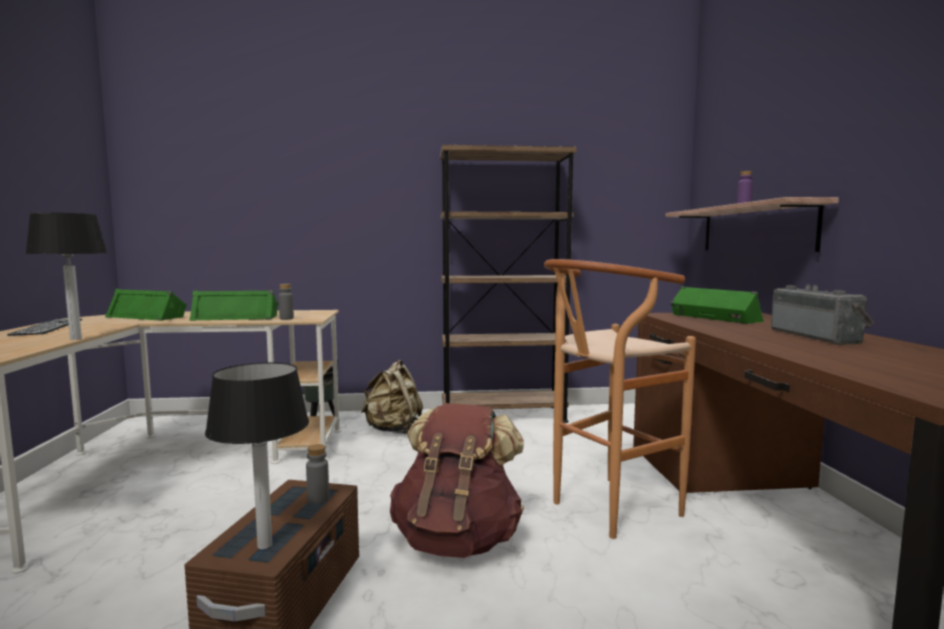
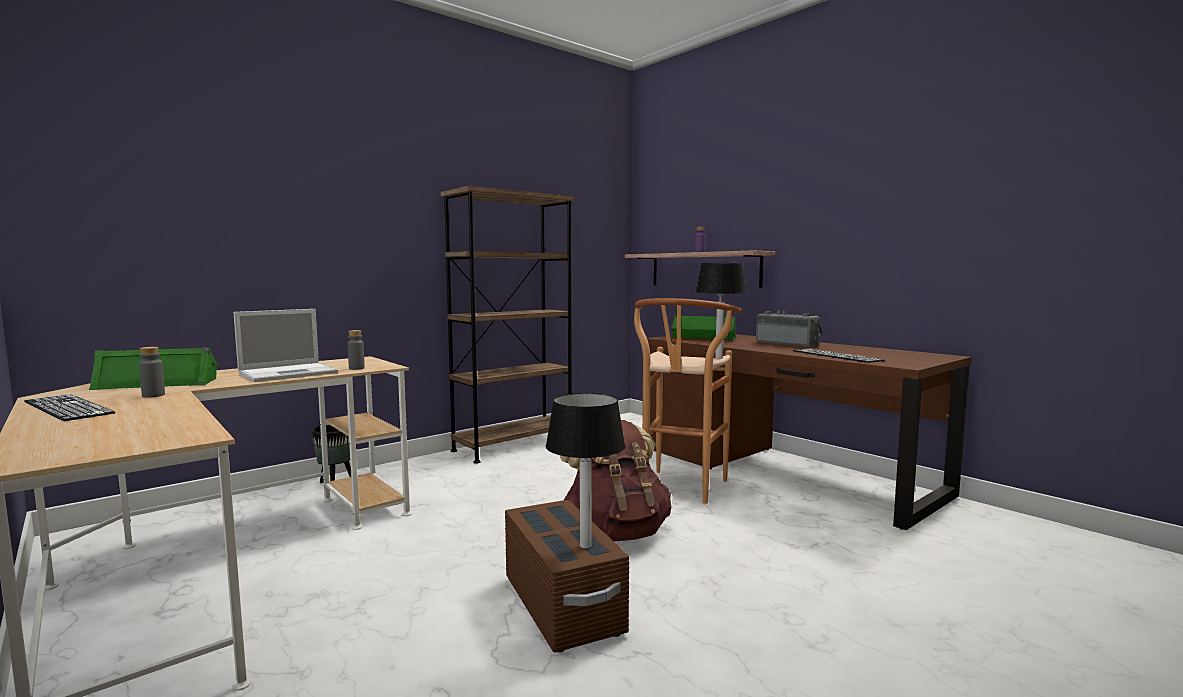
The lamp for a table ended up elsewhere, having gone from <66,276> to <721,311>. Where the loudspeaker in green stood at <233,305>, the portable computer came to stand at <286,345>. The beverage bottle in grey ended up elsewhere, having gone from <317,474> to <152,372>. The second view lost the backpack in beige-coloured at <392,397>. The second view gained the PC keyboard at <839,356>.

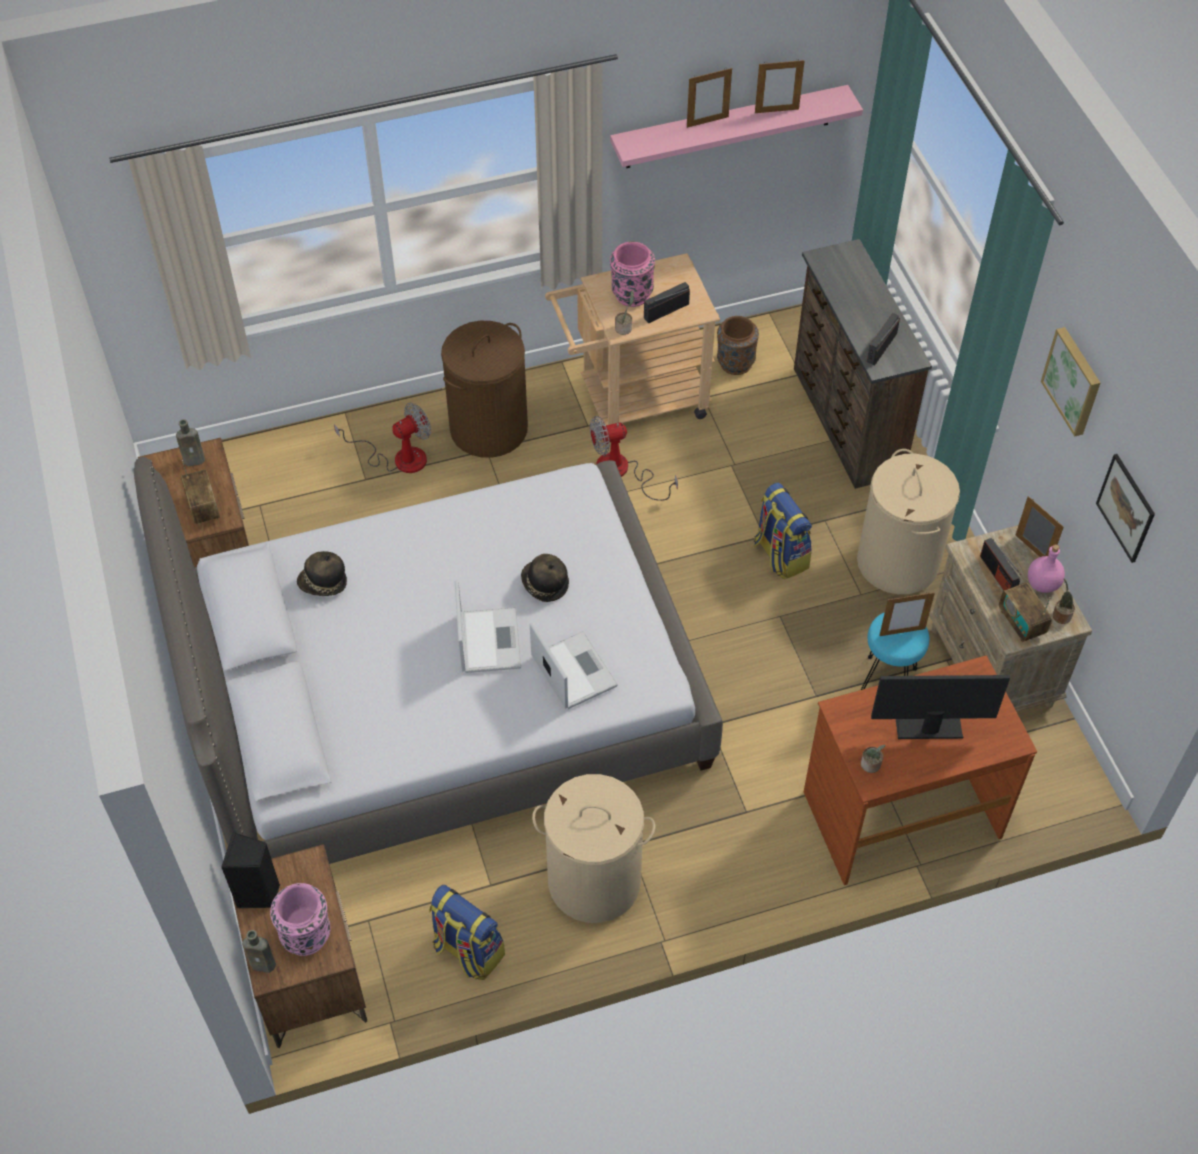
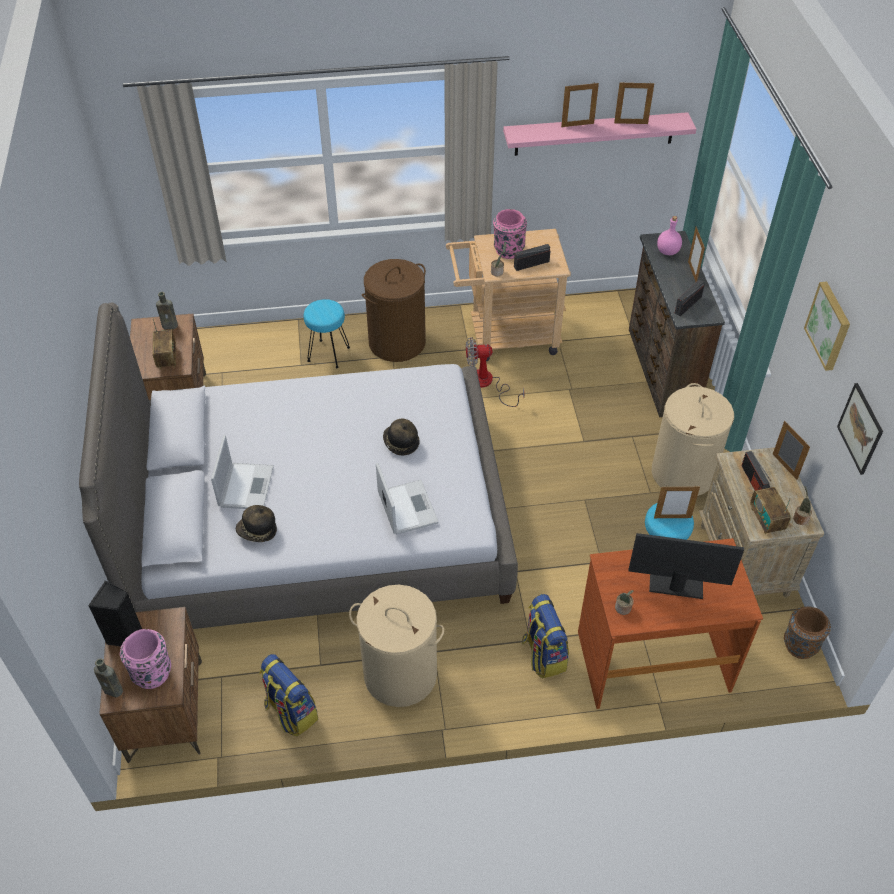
The clothing hat ended up elsewhere, having gone from <322,573> to <256,523>. Where the cooling fan stood at <382,438>, the stool in turquoise-coloured came to stand at <327,333>. The portable computer ended up elsewhere, having gone from <488,626> to <242,472>. The decorative vase in brown-coloured ended up elsewhere, having gone from <738,345> to <807,633>. The backpack ended up elsewhere, having gone from <783,531> to <545,636>. The beverage bottle in pinkish ended up elsewhere, having gone from <1046,568> to <669,235>. The second view gained the picture frame at <696,254>.

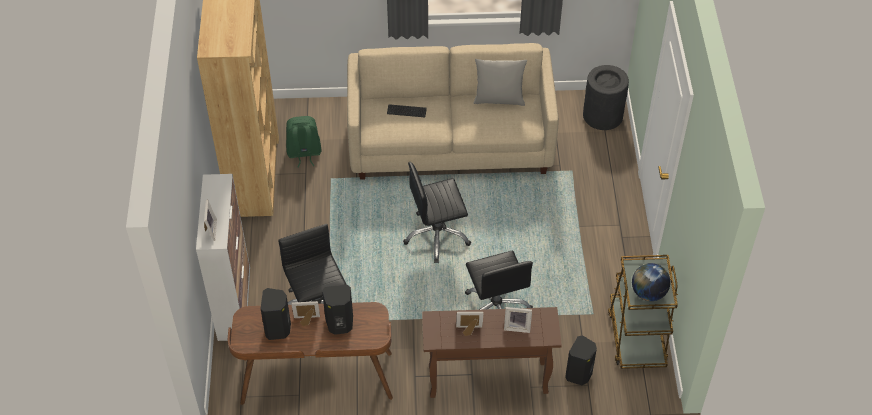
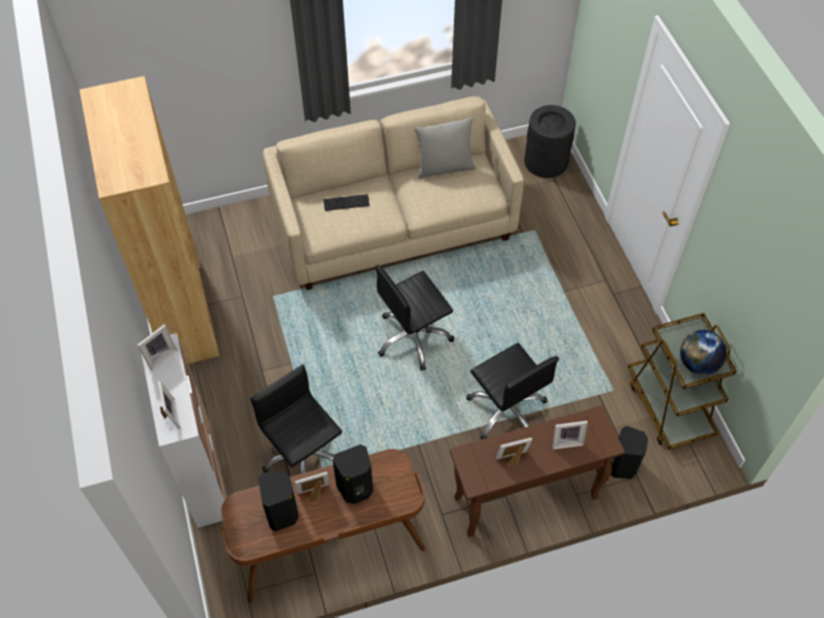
The second view lost the backpack in green at <304,142>. The second view gained the picture frame at <157,347>.

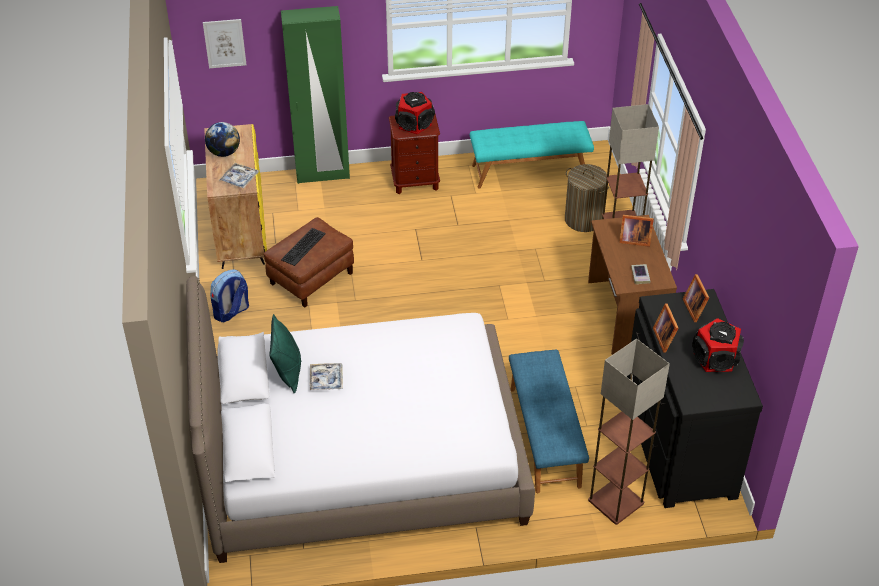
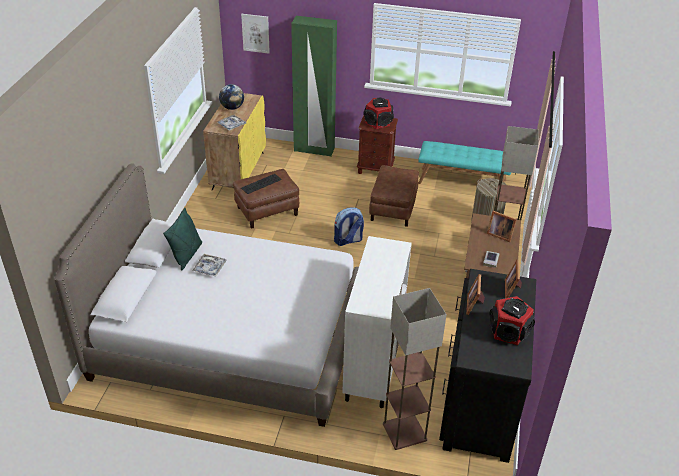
The backpack ended up elsewhere, having gone from <229,296> to <349,227>. Where the bench in blue stood at <549,421>, the cupboard in white-coloured came to stand at <377,322>. The second view gained the ottoman in brown-coloured at <394,196>.

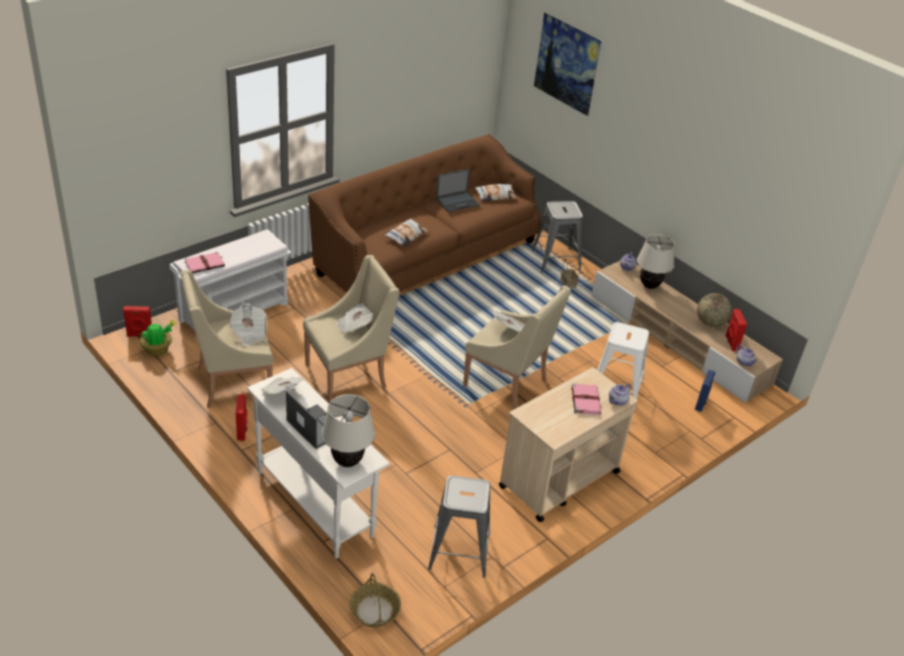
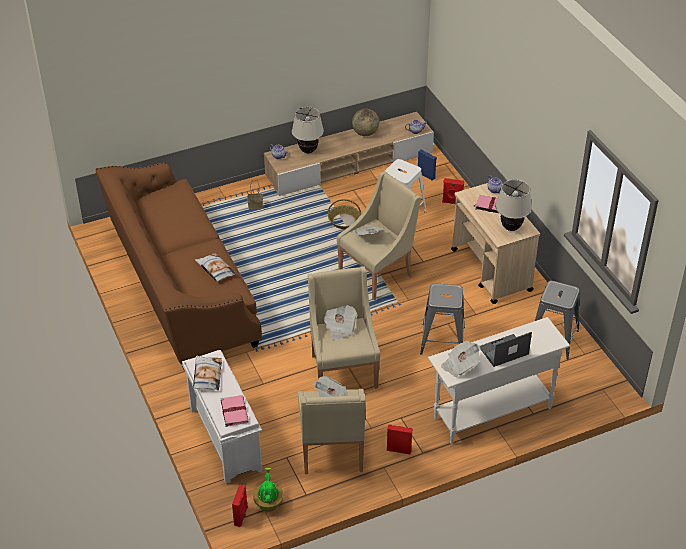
The lamp for a table in beige-coloured ended up elsewhere, having gone from <348,430> to <513,205>. The household basket ended up elsewhere, having gone from <375,600> to <344,214>. The second view lost the portable computer at <458,190>. The throw pillow ended up elsewhere, having gone from <496,192> to <207,373>. The stool in grey ended up elsewhere, having gone from <557,237> to <442,319>. The second view lost the picture at <568,64>. The loudspeaker in red ended up elsewhere, having gone from <736,330> to <453,191>.

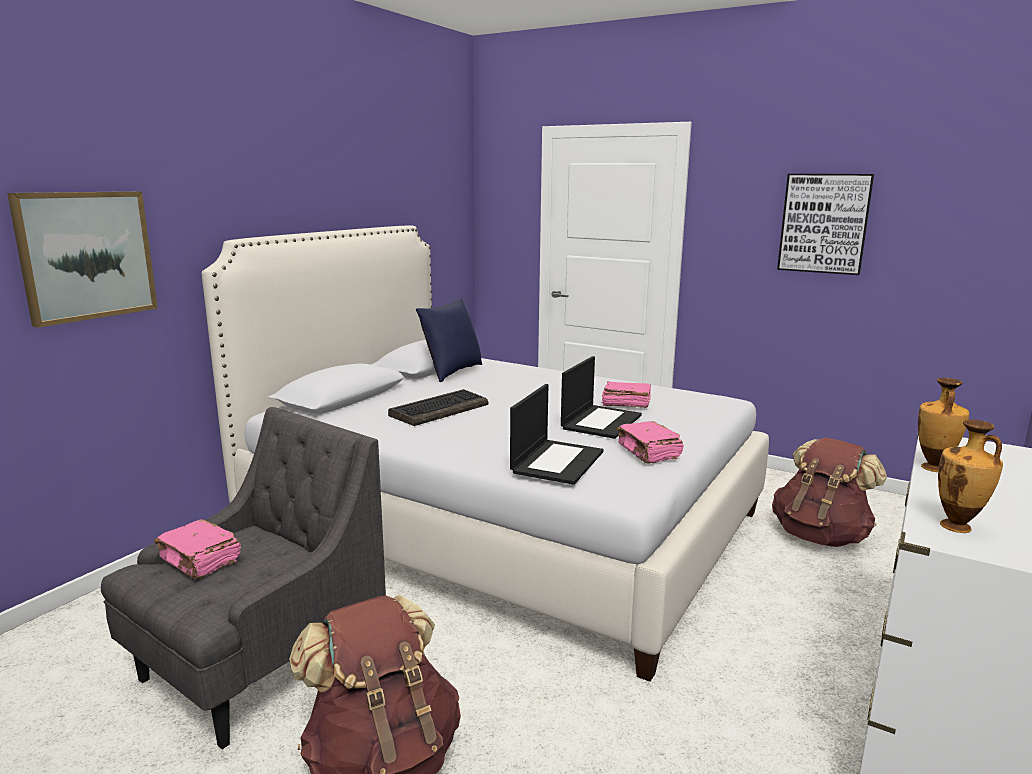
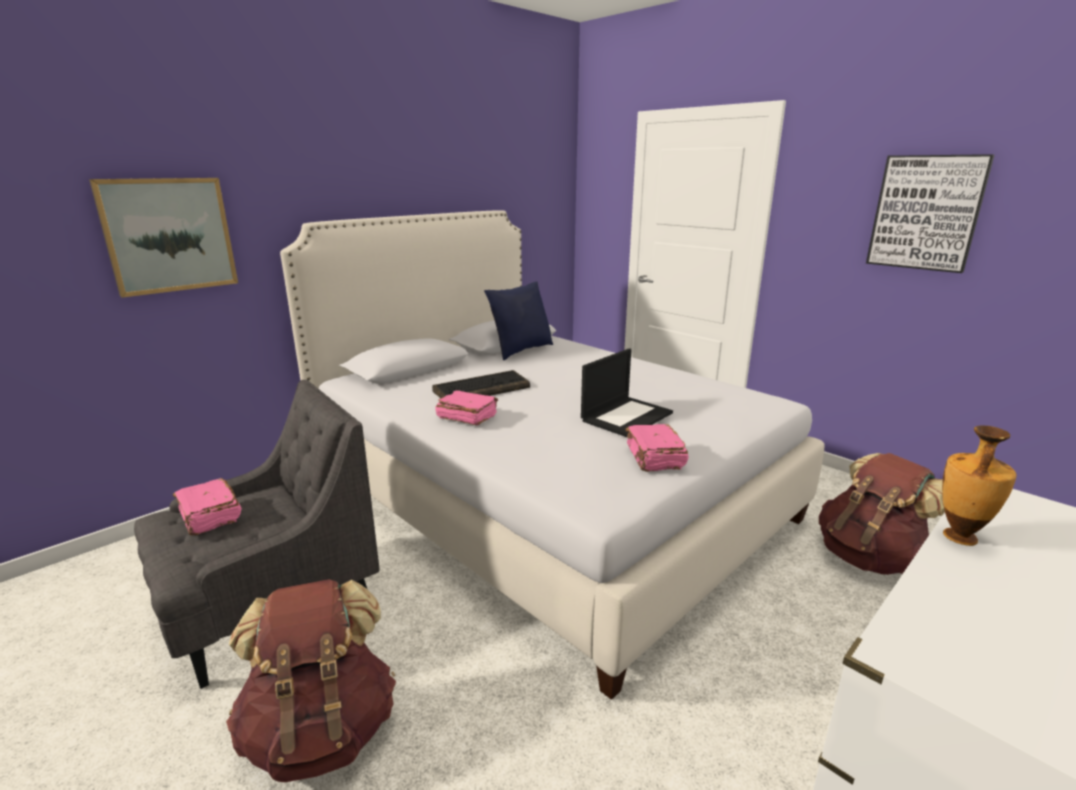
The second view lost the portable computer at <557,434>. The book in pinkish ended up elsewhere, having gone from <626,394> to <466,408>. The second view lost the decorative vase at <970,476>.

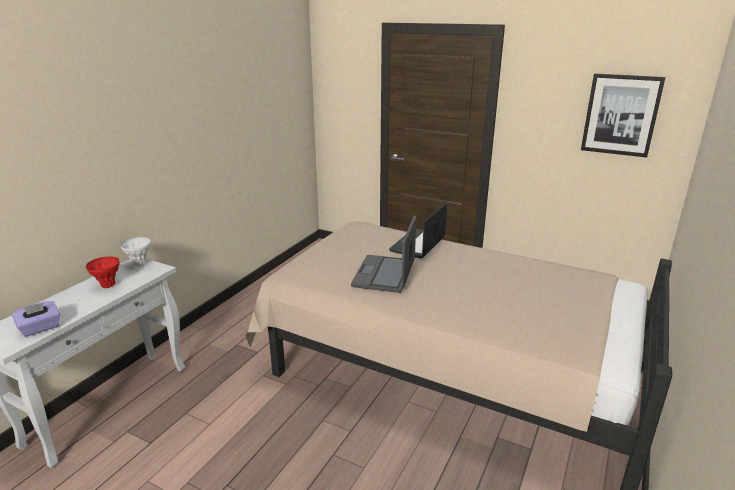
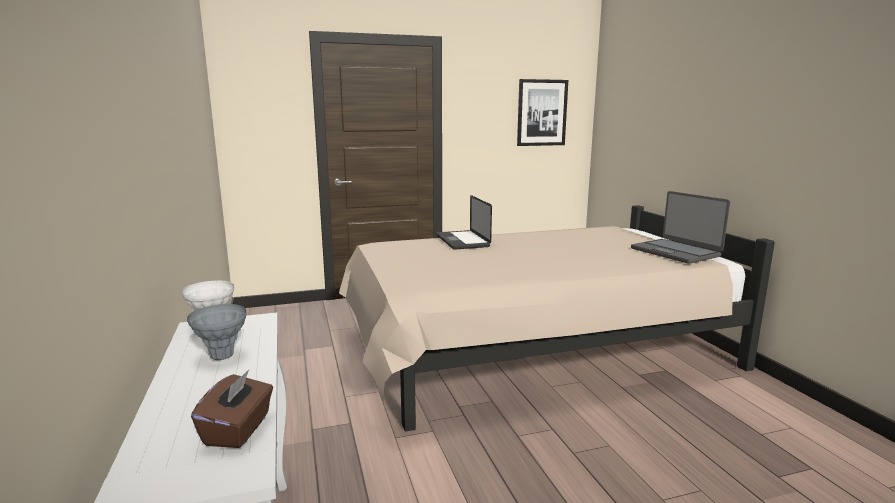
What was the tissue holder in purple-coloured at <36,319> turned into the tissue holder in brown-coloured at <232,409>. What was the decorative vase in red at <103,272> turned into the decorative vase in grey at <216,332>. The portable computer ended up elsewhere, having gone from <383,254> to <680,227>.

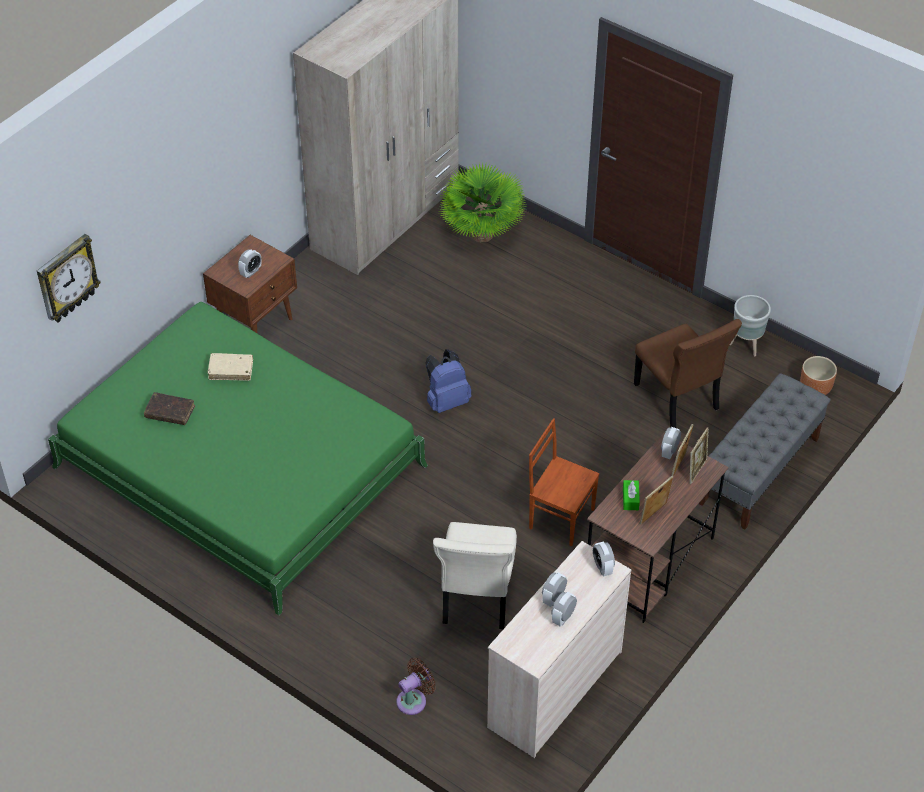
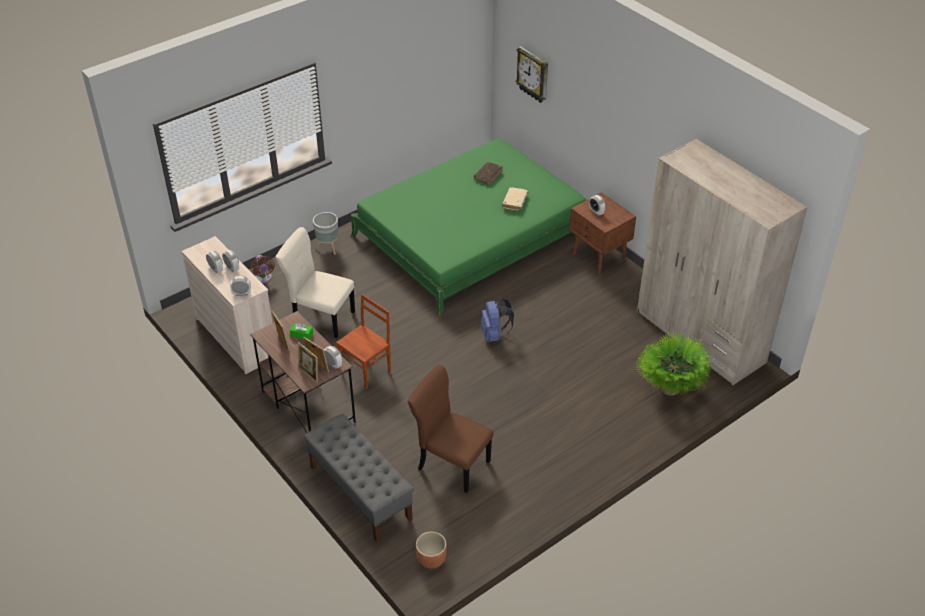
The chair in brown-coloured at <688,373> ended up facing another way, 45 degrees clockwise from before. The plant pot in grey ended up elsewhere, having gone from <750,325> to <325,233>.

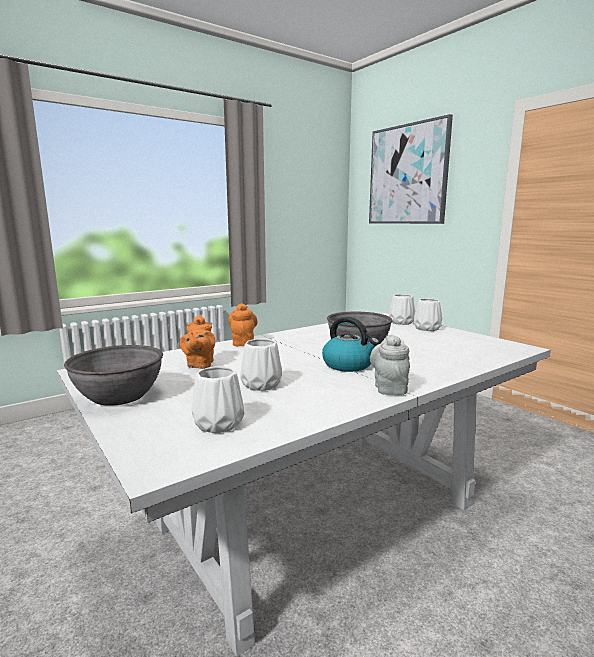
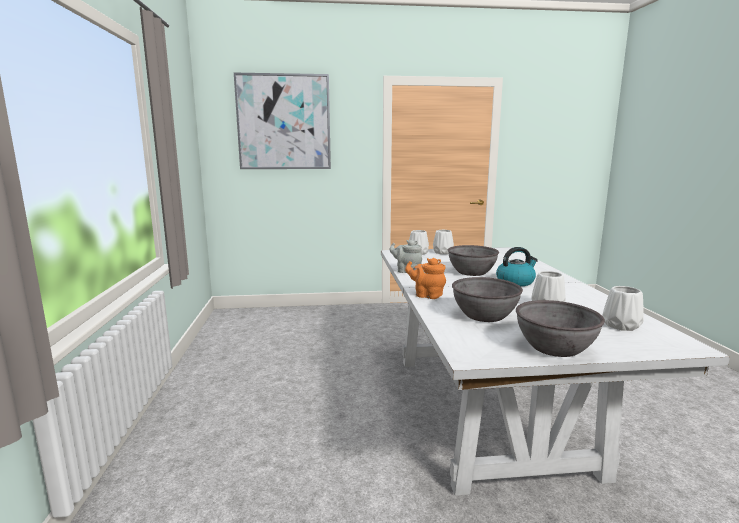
Where the tea pot in orange stood at <197,342>, the serving bowl in grey came to stand at <487,299>. The tea pot in grey ended up elsewhere, having gone from <390,365> to <405,256>.

